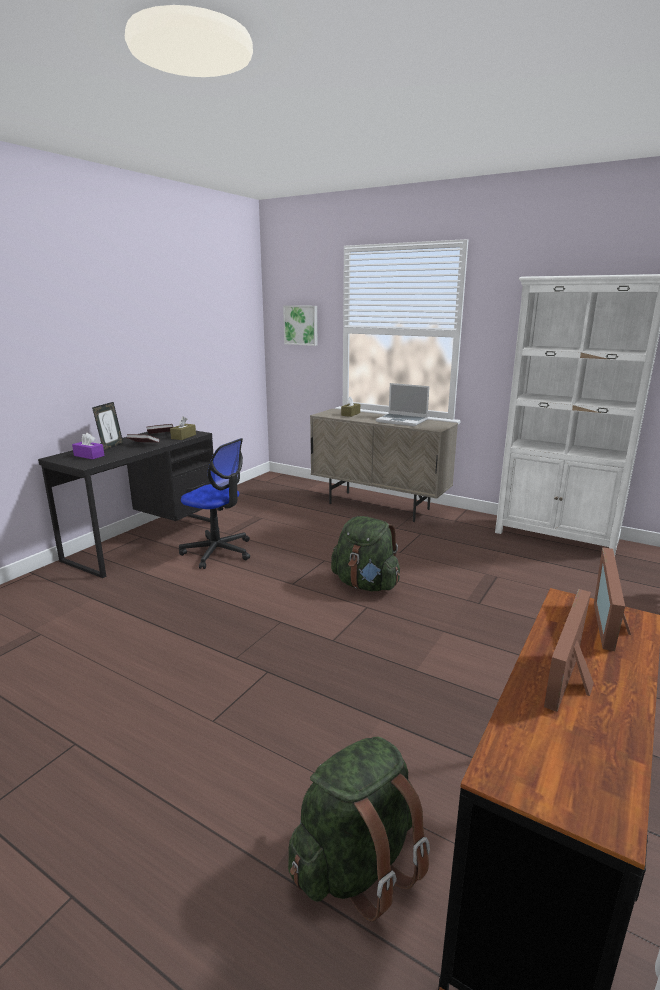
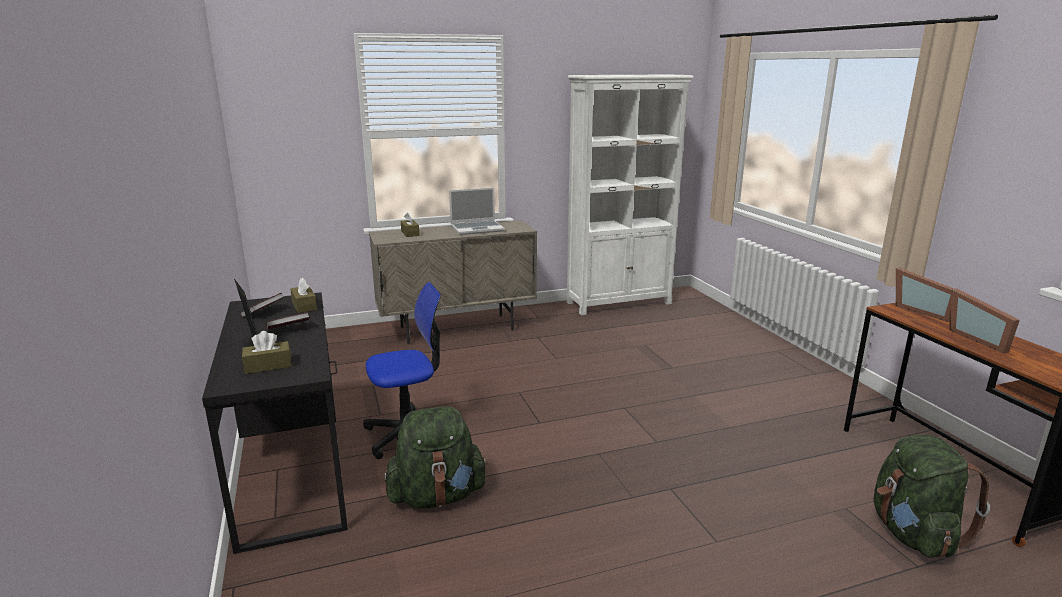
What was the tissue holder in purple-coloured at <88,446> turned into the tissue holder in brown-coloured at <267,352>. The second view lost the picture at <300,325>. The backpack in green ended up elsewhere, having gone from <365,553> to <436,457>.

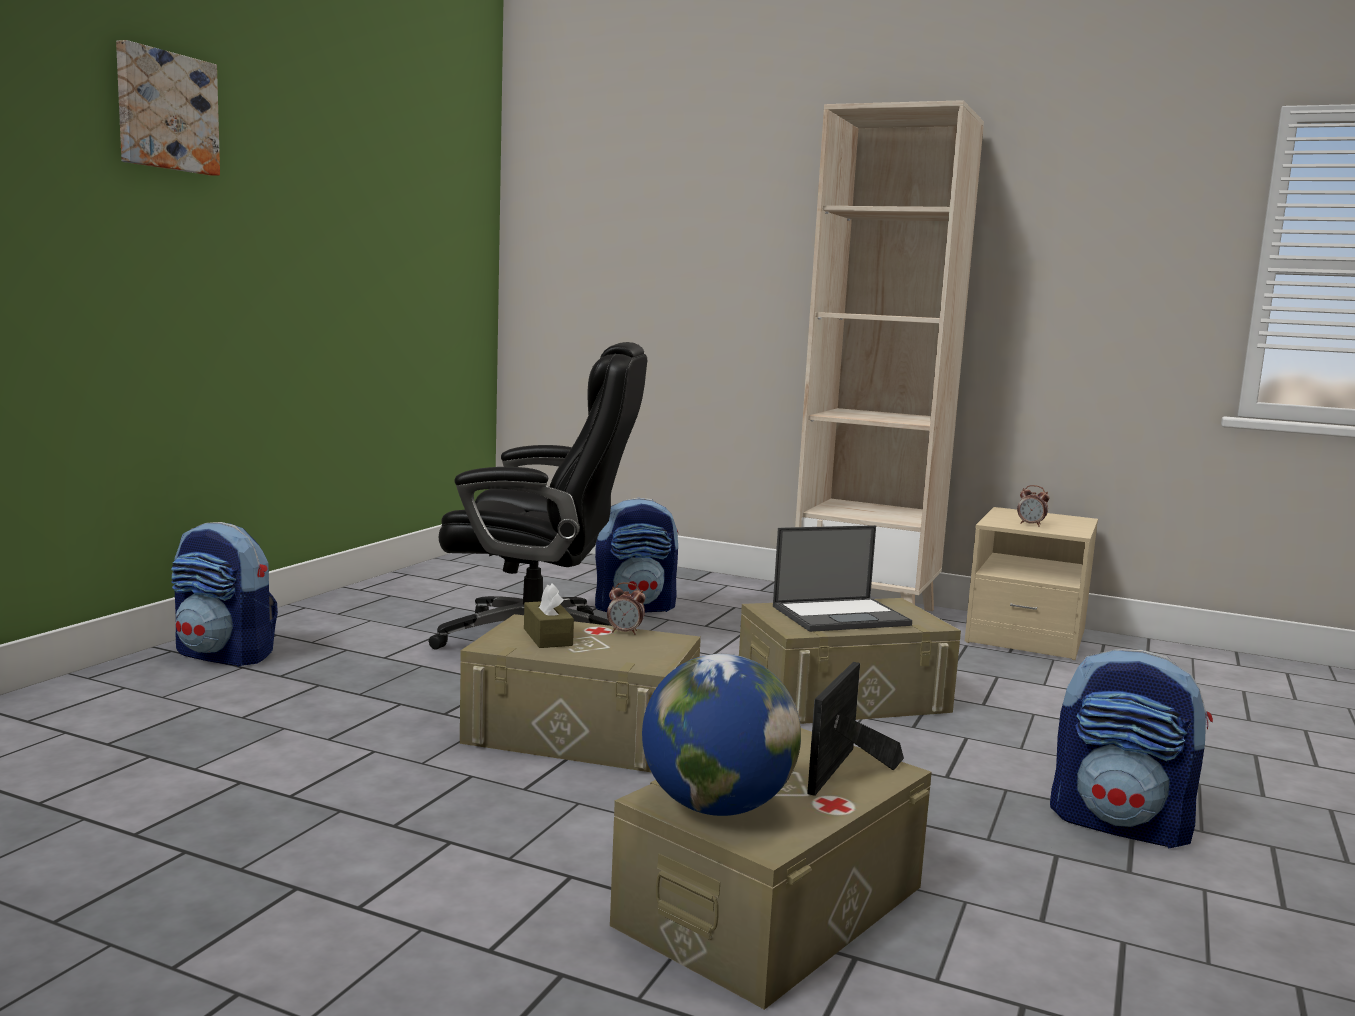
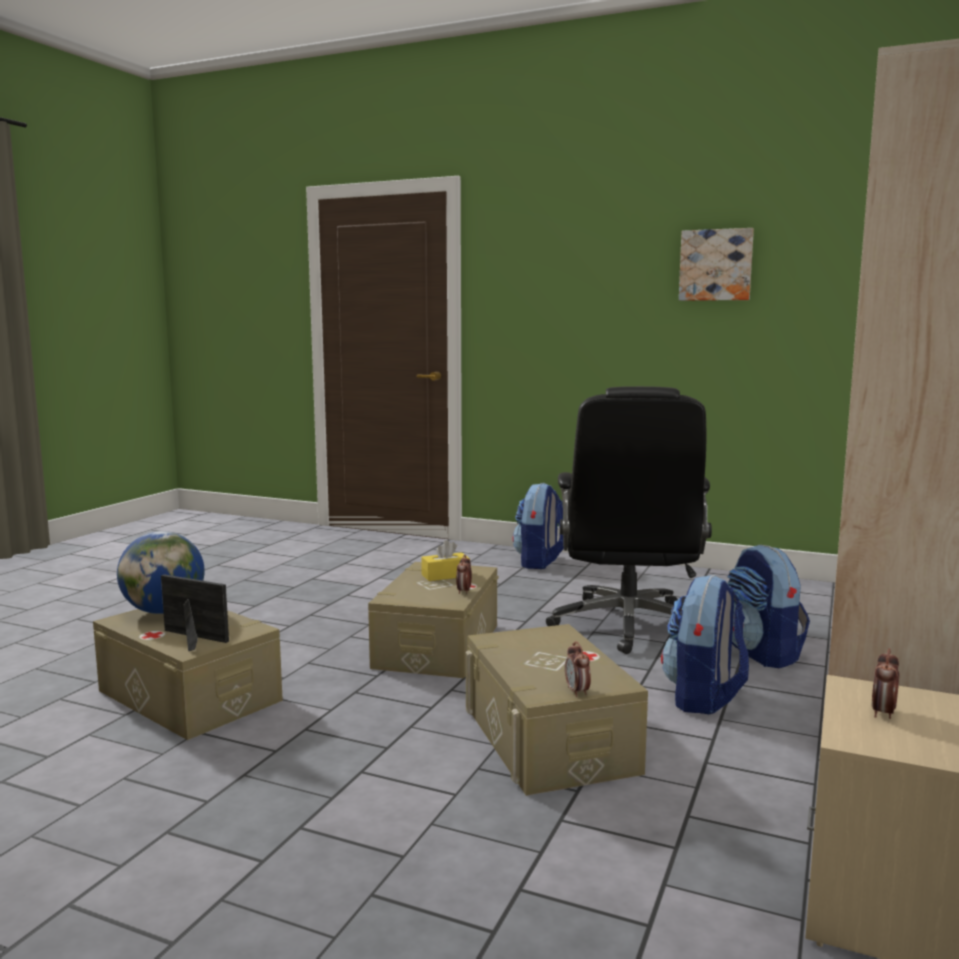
The picture ended up elsewhere, having gone from <168,108> to <716,264>. What was the tissue holder in brown-coloured at <549,616> turned into the tissue holder in yellowish at <445,560>. The second view lost the portable computer at <842,578>. The backpack ended up elsewhere, having gone from <1131,748> to <705,644>. The second view gained the alarm clock at <578,669>.

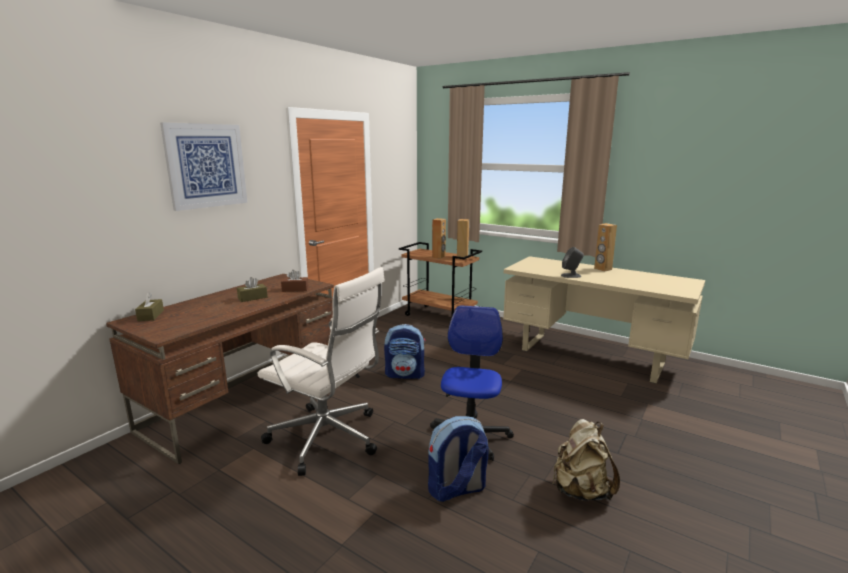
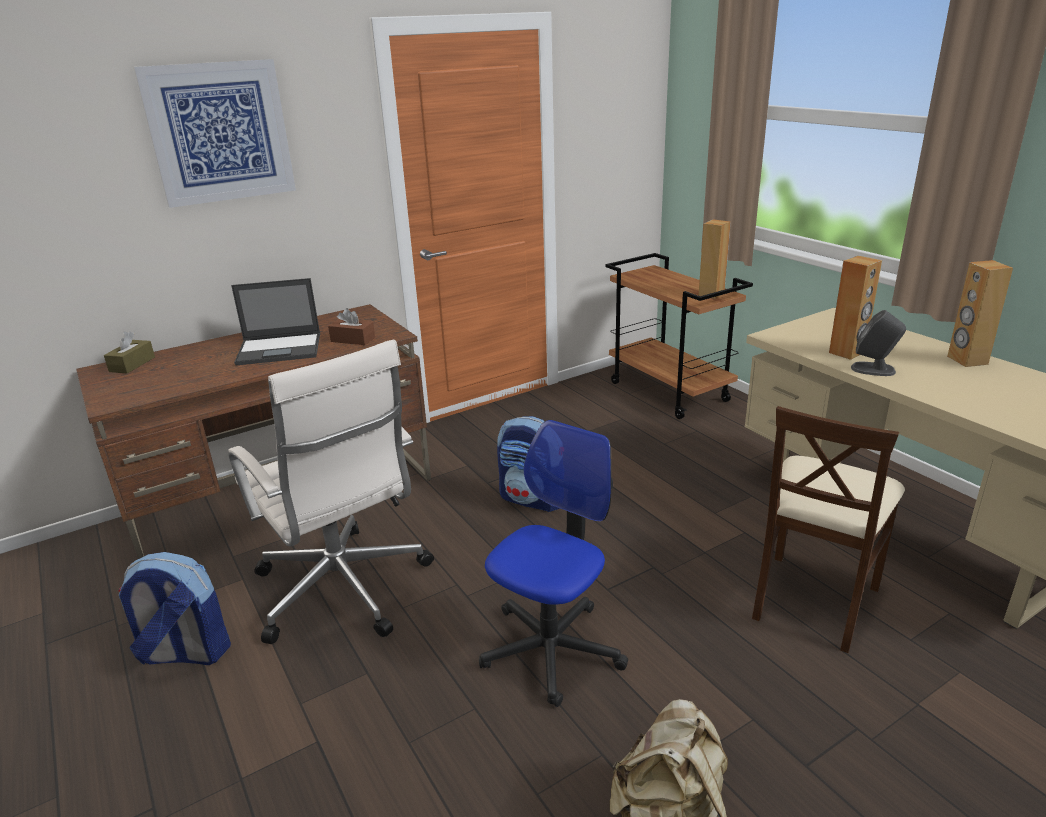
Where the tissue holder in brown-coloured stood at <252,289>, the portable computer came to stand at <275,321>. The backpack ended up elsewhere, having gone from <458,459> to <174,608>. The loudspeaker in brown-coloured ended up elsewhere, having gone from <439,238> to <855,308>. The second view gained the chair in beige-coloured at <828,529>.

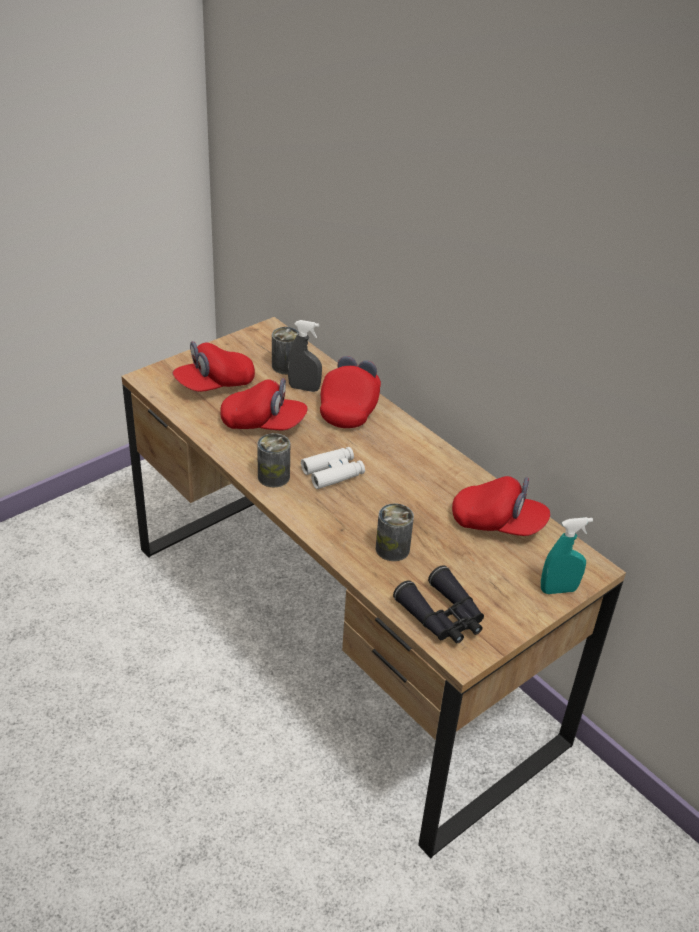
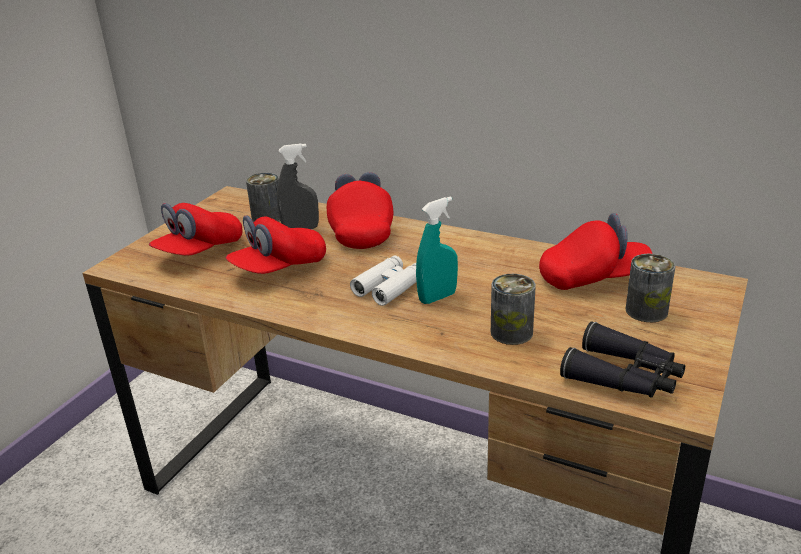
The baseball cap in red at <264,404> ended up facing another way, 150 degrees clockwise from before. The can ended up elsewhere, having gone from <273,460> to <651,288>. The hand sprayer in turquoise-coloured ended up elsewhere, having gone from <567,555> to <437,250>.

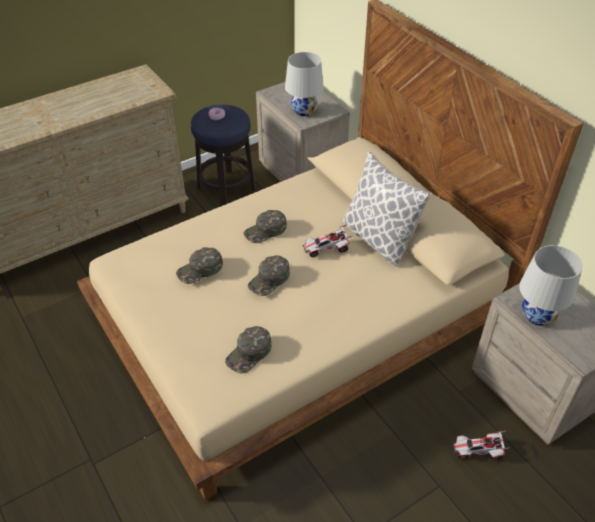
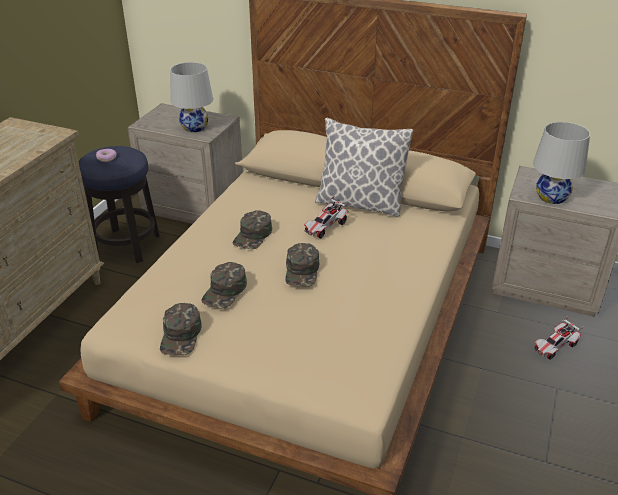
The baseball cap in green ended up elsewhere, having gone from <248,350> to <181,329>.

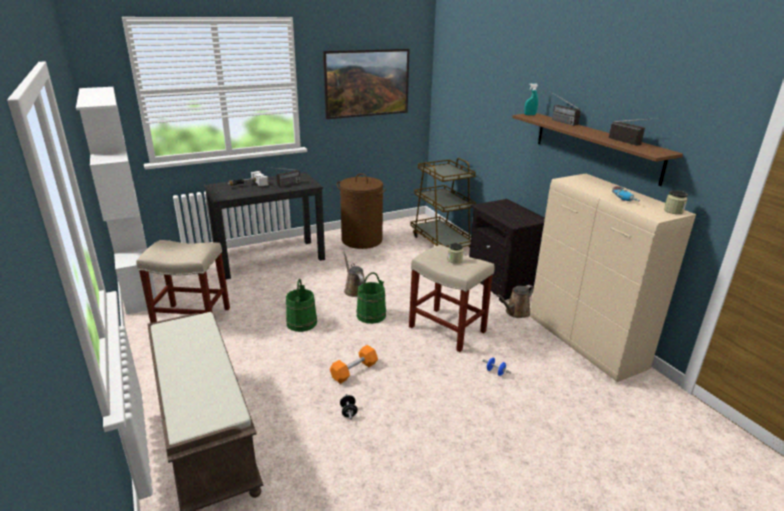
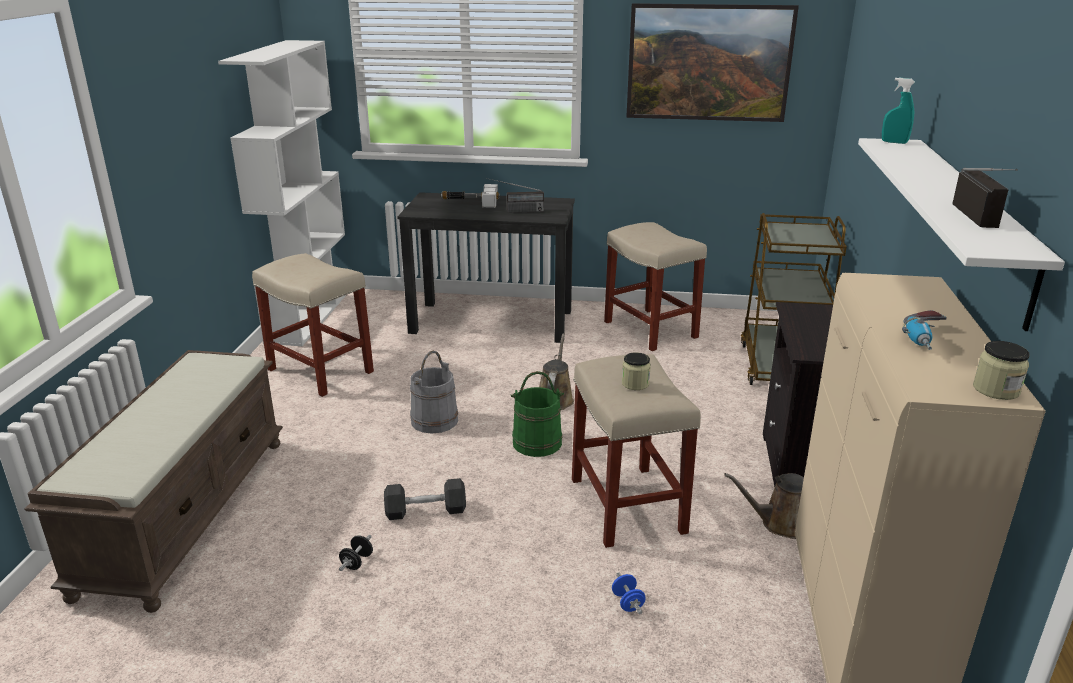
What was the water bucket in green at <301,305> turned into the water bucket in grey at <434,392>. What was the free weight in orange at <354,364> turned into the free weight in grey at <425,499>. Where the laundry basket in brown-coloured stood at <362,211>, the stool in beige-coloured came to stand at <655,286>. What was the bracket shelf in brown-coloured at <597,149> turned into the bracket shelf in white-coloured at <961,234>. The second view lost the radio receiver at <565,108>.

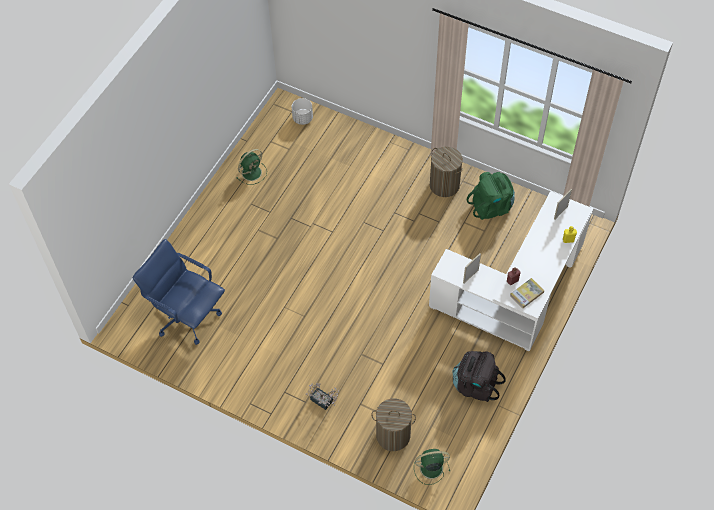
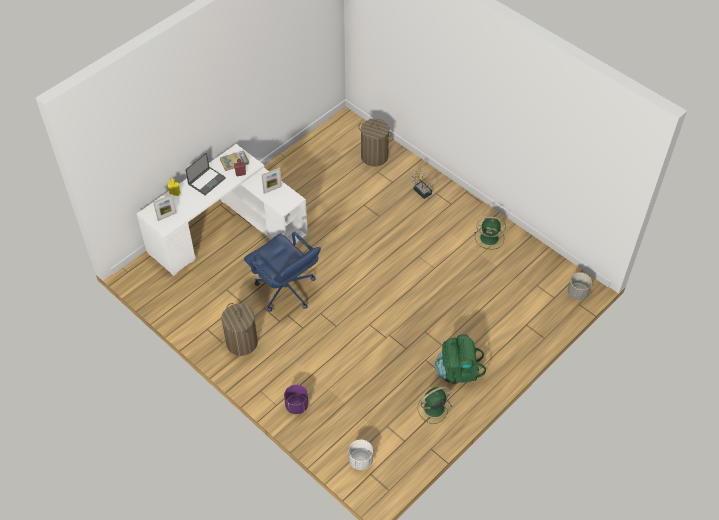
The computer chair in blue ended up elsewhere, having gone from <178,292> to <282,272>. The cooling fan in green ended up elsewhere, having gone from <432,467> to <490,233>. The second view lost the backpack in black-coloured at <479,376>. The backpack in green ended up elsewhere, having gone from <491,196> to <460,359>. The second view gained the portable computer at <205,173>. The second view gained the plant pot in purple-coloured at <296,399>. The second view gained the plant pot in grey at <580,286>.

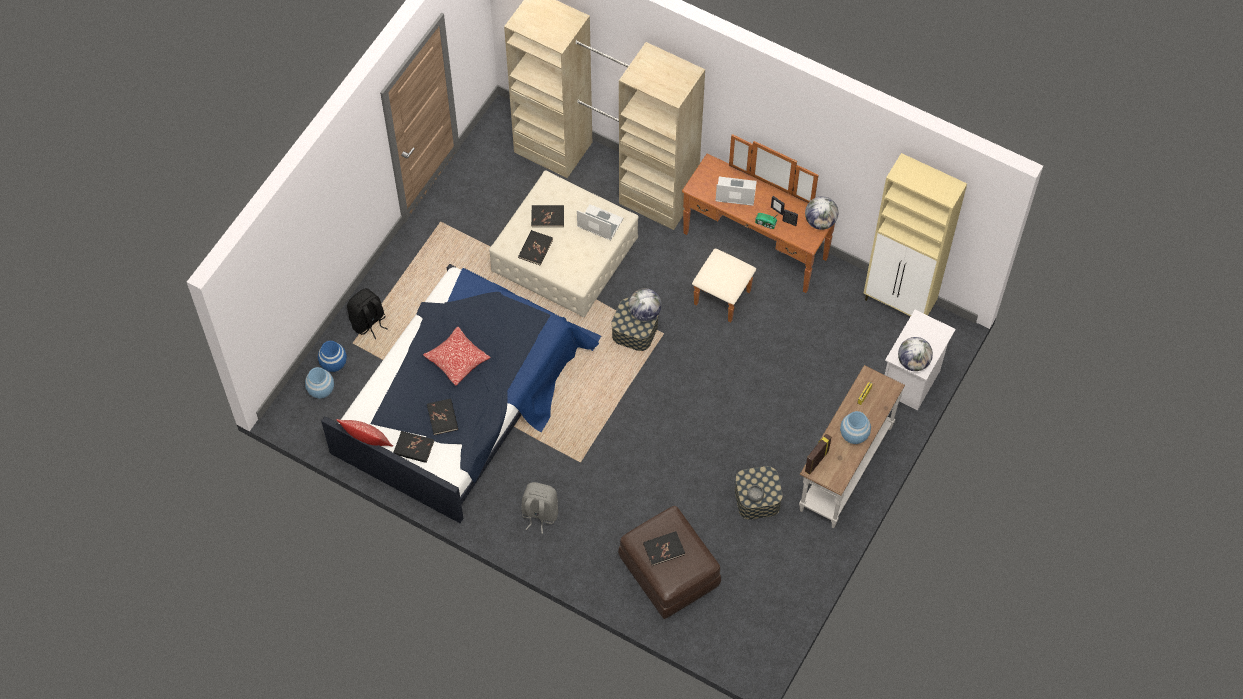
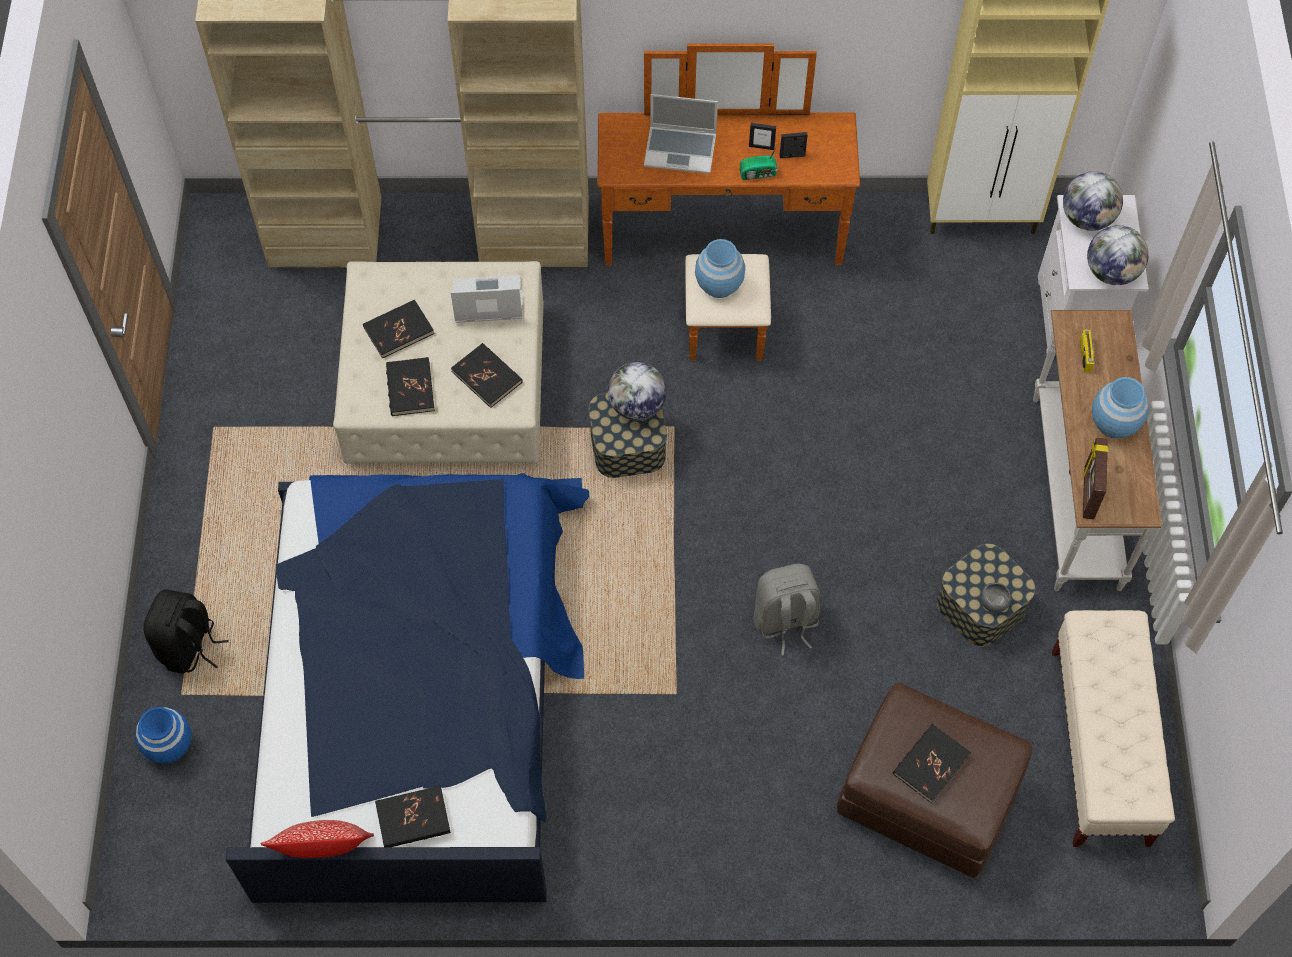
The decorative vase in blue ended up elsewhere, having gone from <319,383> to <720,268>. The second view lost the throw pillow at <457,356>. The book in black-coloured ended up elsewhere, having gone from <442,416> to <487,375>. The backpack in grey ended up elsewhere, having gone from <539,508> to <786,609>. The portable computer at <736,191> ended up facing another way, 150 degrees counterclockwise from before. The globe ended up elsewhere, having gone from <821,213> to <1093,201>. The second view gained the bench in beige-coloured at <1113,728>.

